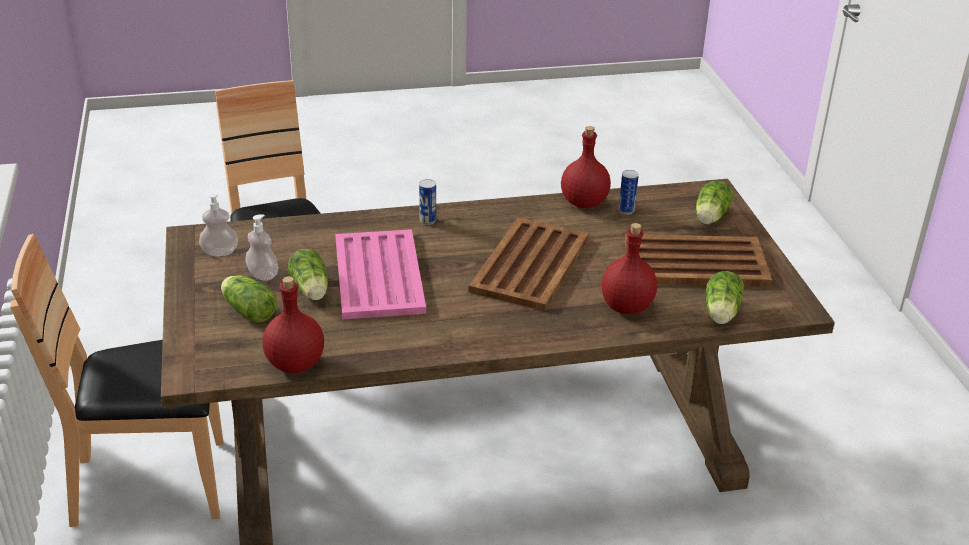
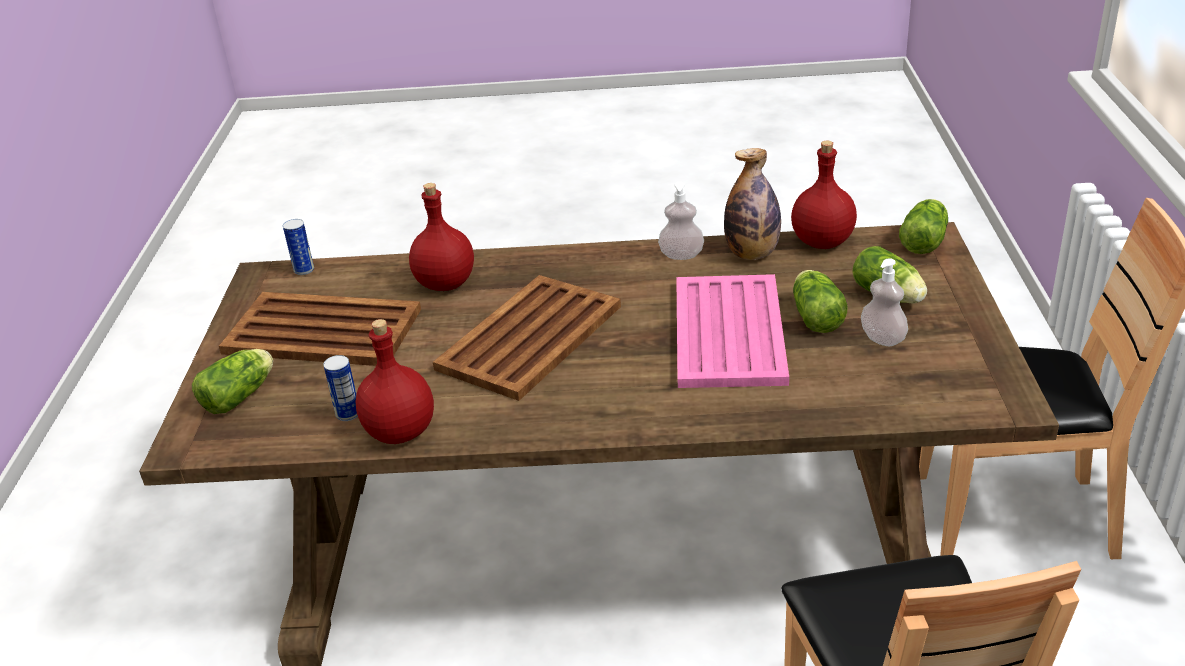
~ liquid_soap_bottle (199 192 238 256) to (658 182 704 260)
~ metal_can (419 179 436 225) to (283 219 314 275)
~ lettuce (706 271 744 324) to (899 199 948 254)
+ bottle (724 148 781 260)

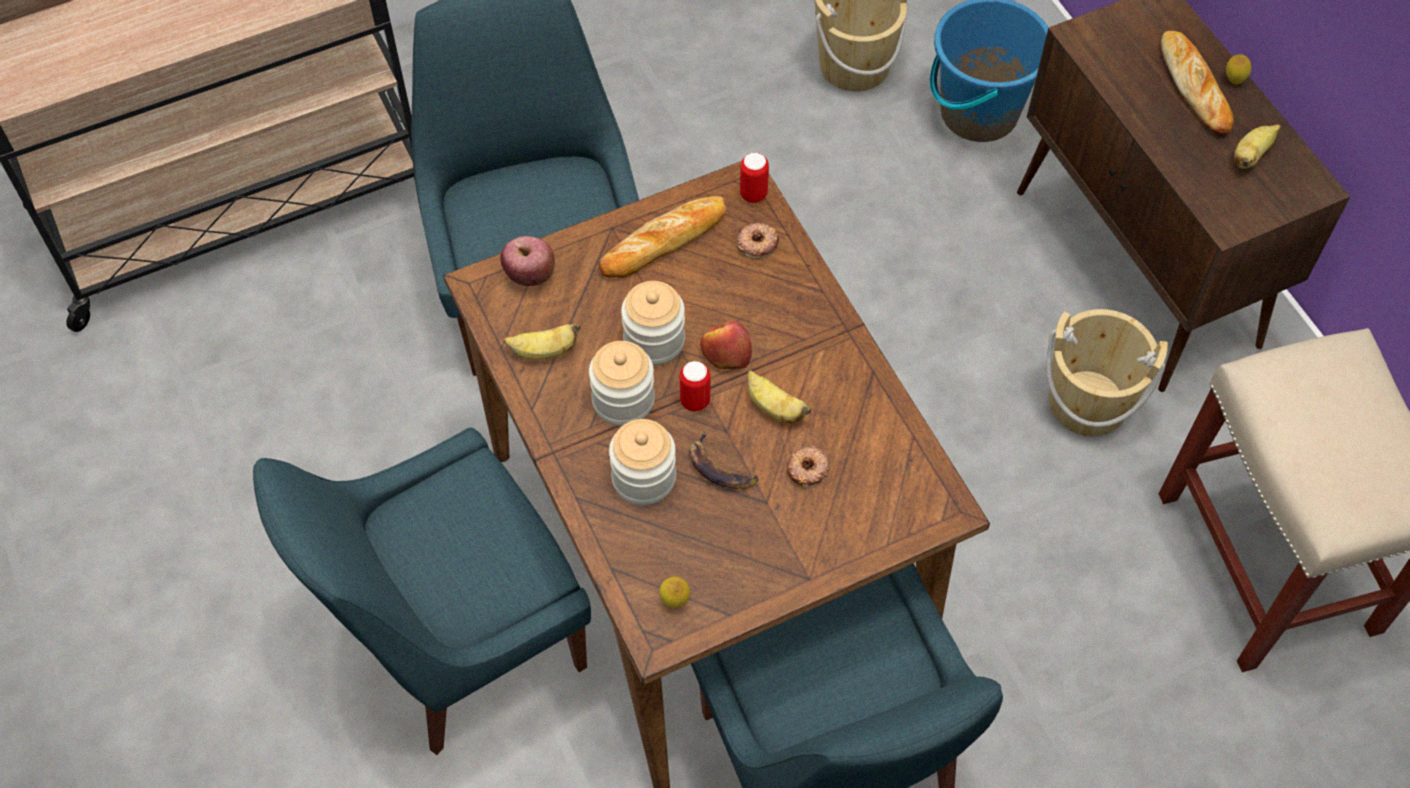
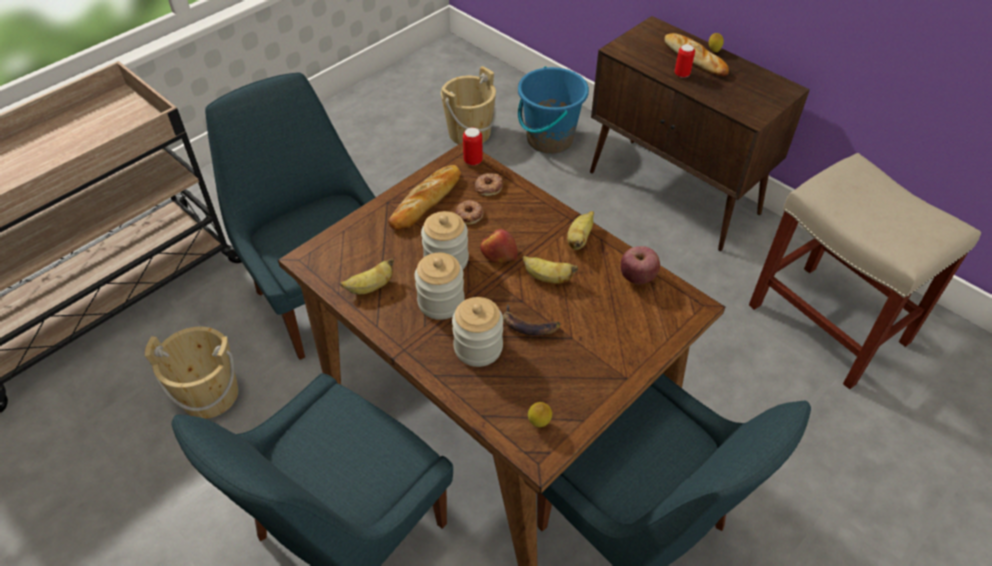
~ apple_fruit (500 236 555 286) to (620 246 660 284)
~ metal_can (680 361 710 412) to (675 44 695 78)
~ ring_doughnut (787 446 830 488) to (455 200 484 225)
~ sand-coloured_pail (1046 309 1168 437) to (145 327 238 419)
~ whole_banana (1234 124 1281 169) to (567 211 594 250)

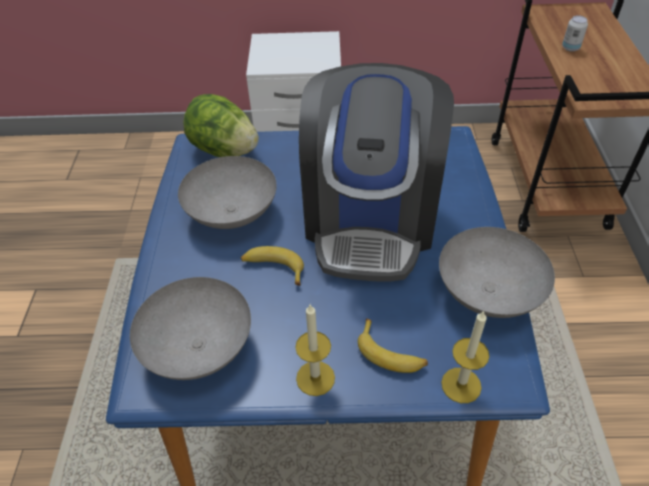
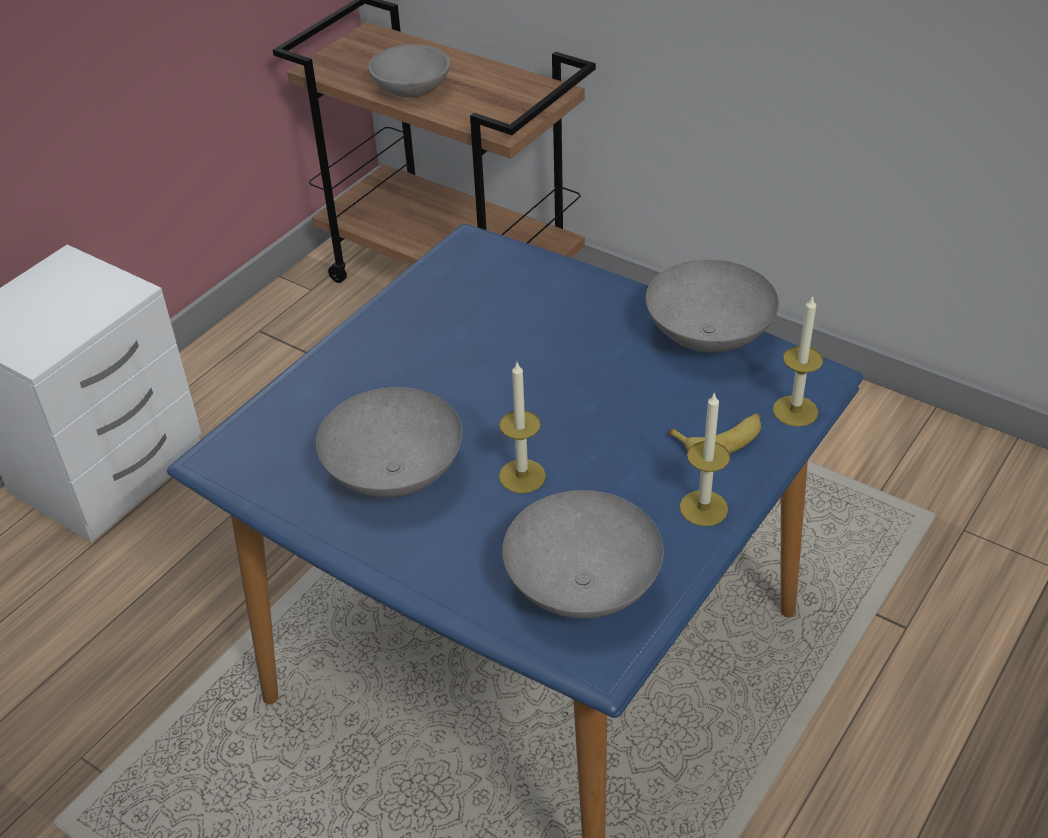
- lettuce (183 94 259 157)
~ whole_banana (241 246 304 286) to wax_candle (499 362 546 493)
- coffee_maker (299 63 454 282)
~ metal_can (562 15 588 52) to greyish_deep_dish (369 44 450 97)

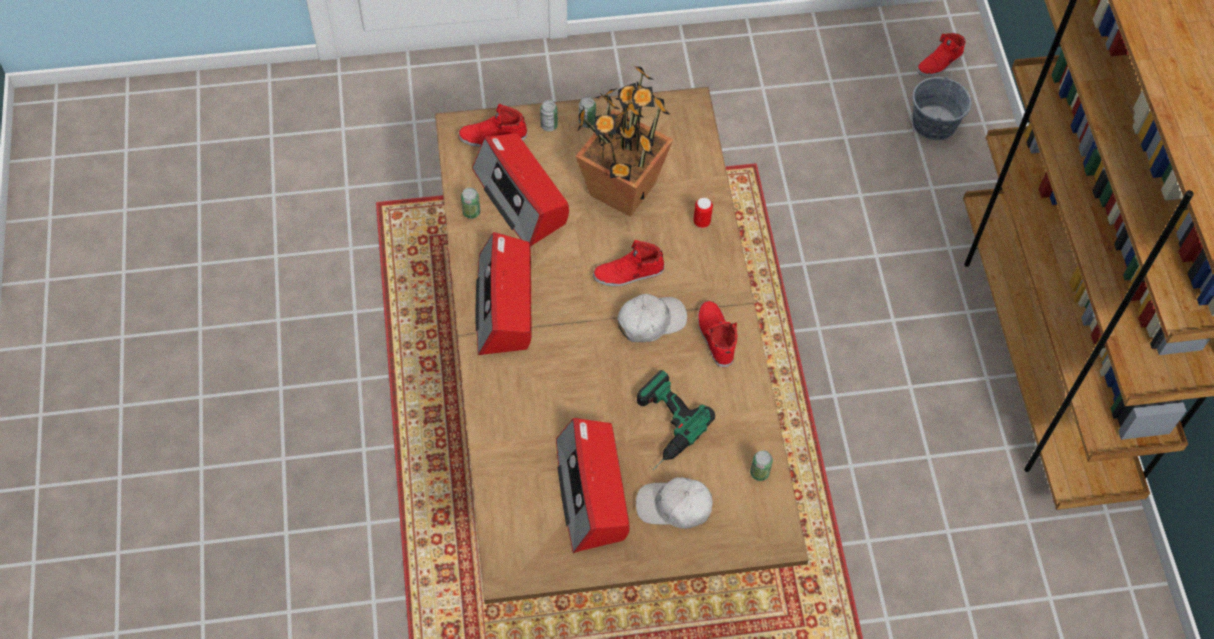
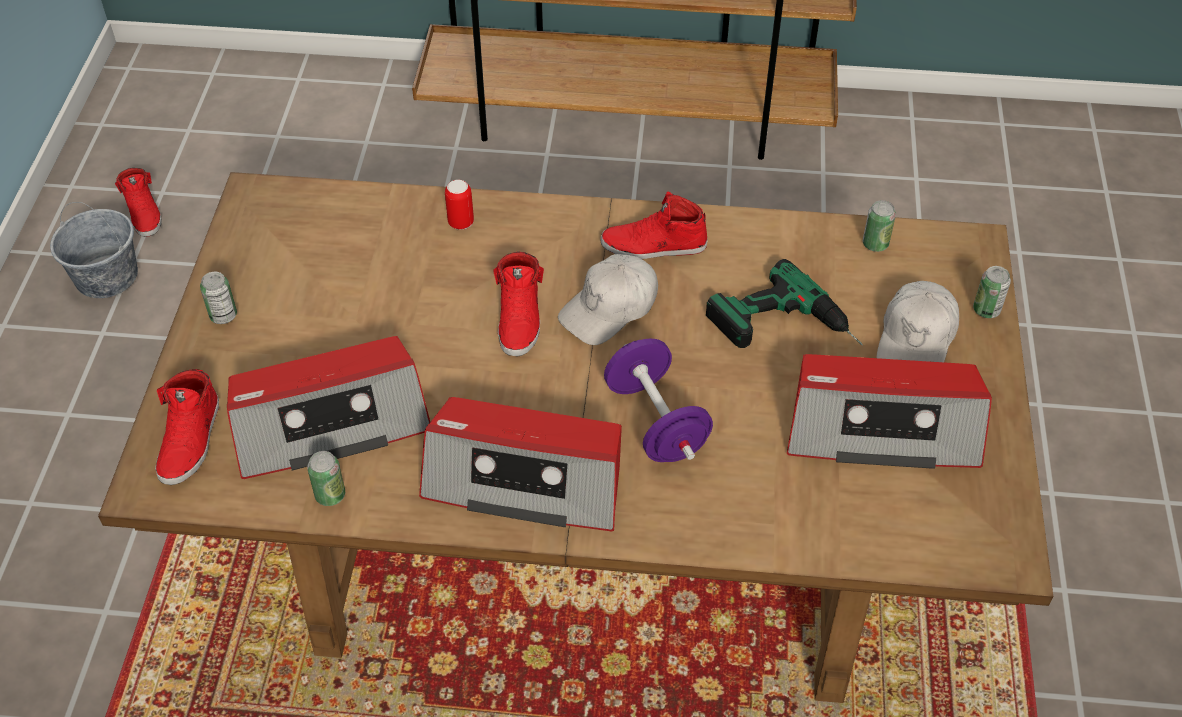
~ metal_can (540 100 558 131) to (973 266 1011 318)
- houseplant (576 65 673 217)
~ white_cap (617 294 687 342) = (558 254 658 345) 120 degrees counterclockwise
~ greyish_pail (912 72 972 140) to (50 202 138 298)
~ red-coloured_low_shoe (917 33 966 77) to (115 168 162 237)
+ purple_hand_weight (604 339 713 462)

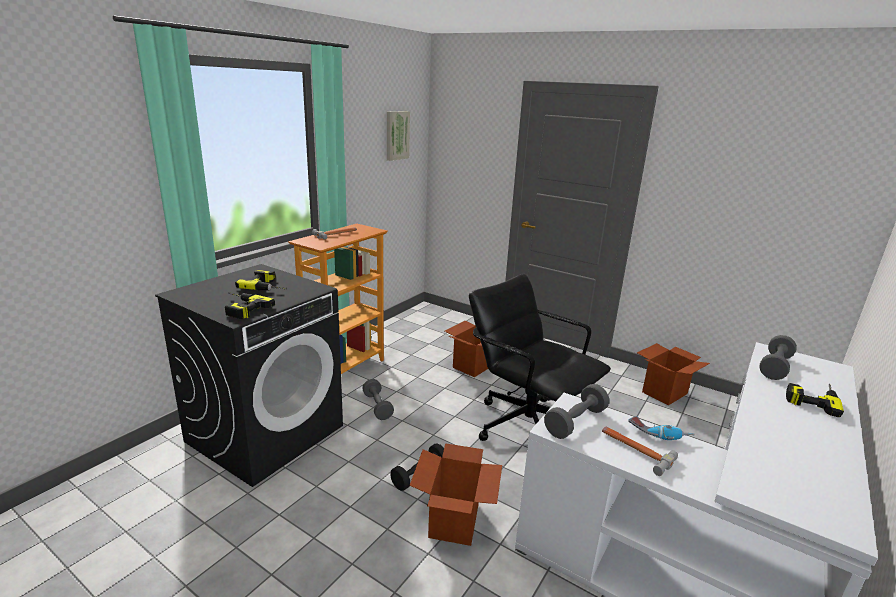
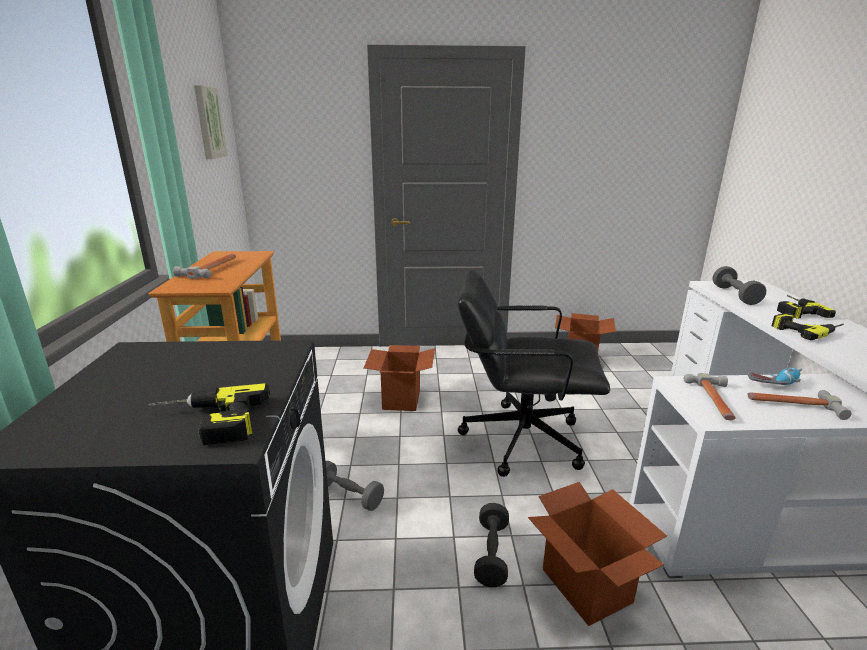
~ electric_drill (235 270 287 291) to (772 313 844 340)
~ greyish_hand_weight (544 384 609 439) to hammer (684 373 736 420)

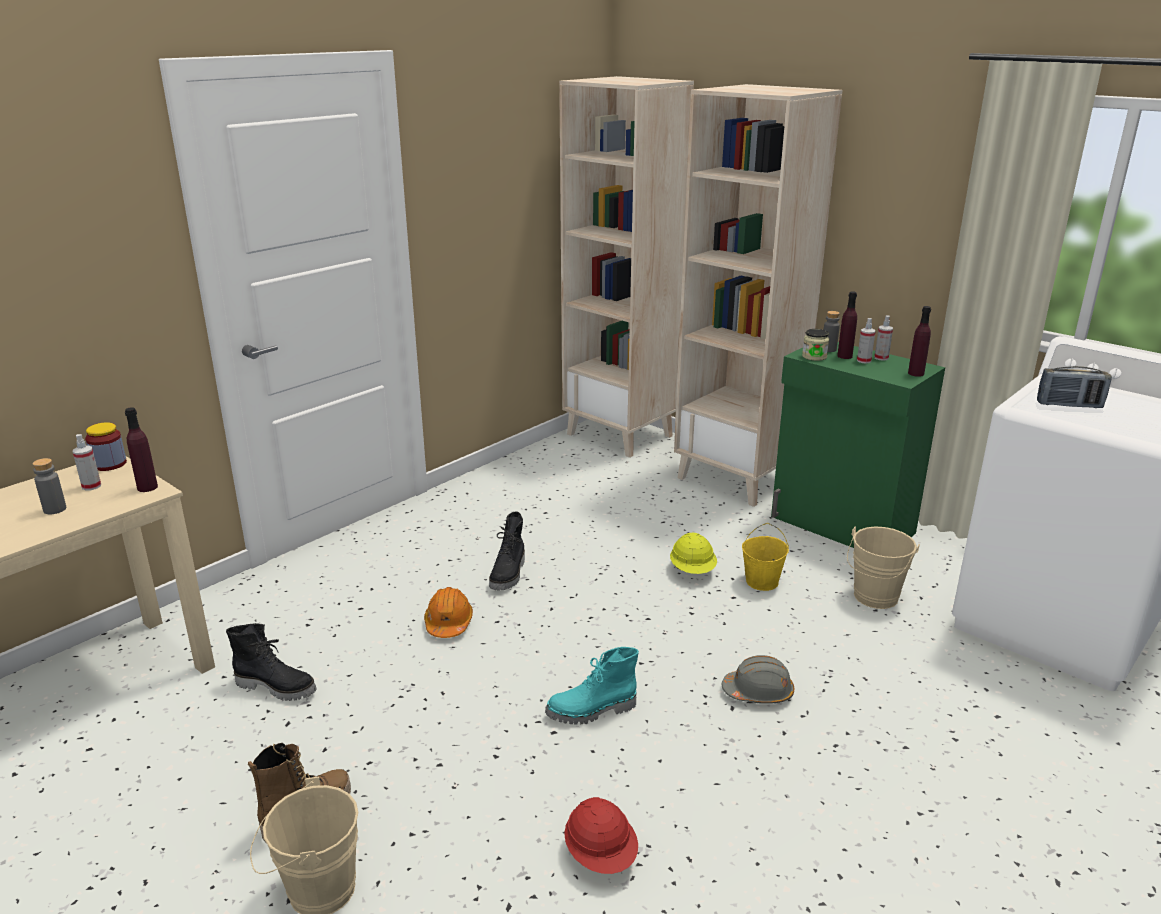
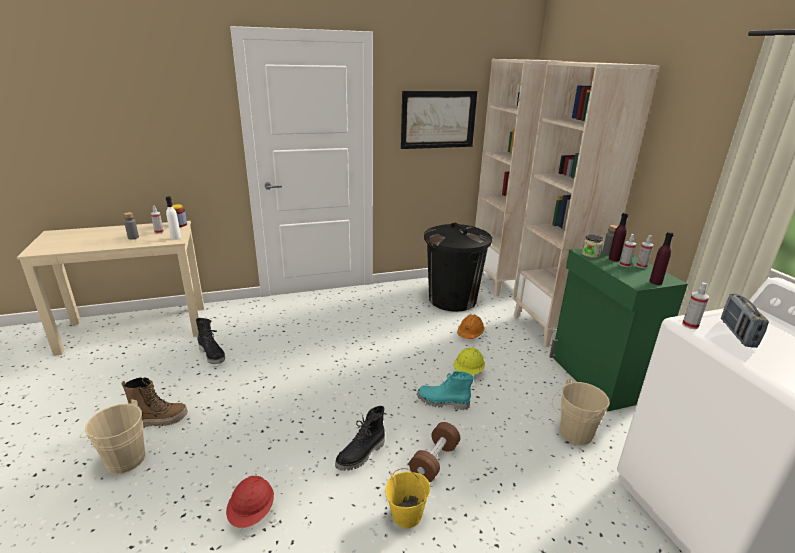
~ purple_bottle (125 407 158 492) to white_bottle (166 196 181 240)
~ orangey_safety_helmet (424 587 473 638) to (457 314 485 339)
~ blackish_high-top_boot (489 511 525 590) to (335 406 385 471)
~ turquoise_high-top_boot (545 647 639 725) to (417 371 474 410)
~ greyish_safety_helmet (722 655 794 704) to brown_hand_weight (409 422 460 482)
~ yellowish_pail (742 523 789 591) to (385 468 430 528)
~ radio (1037 366 1112 408) = (721 294 769 348) 60 degrees clockwise
+ wall_art (401 91 477 149)
+ blackish_waste_bin (424 223 492 312)
+ sprayer (682 282 709 329)

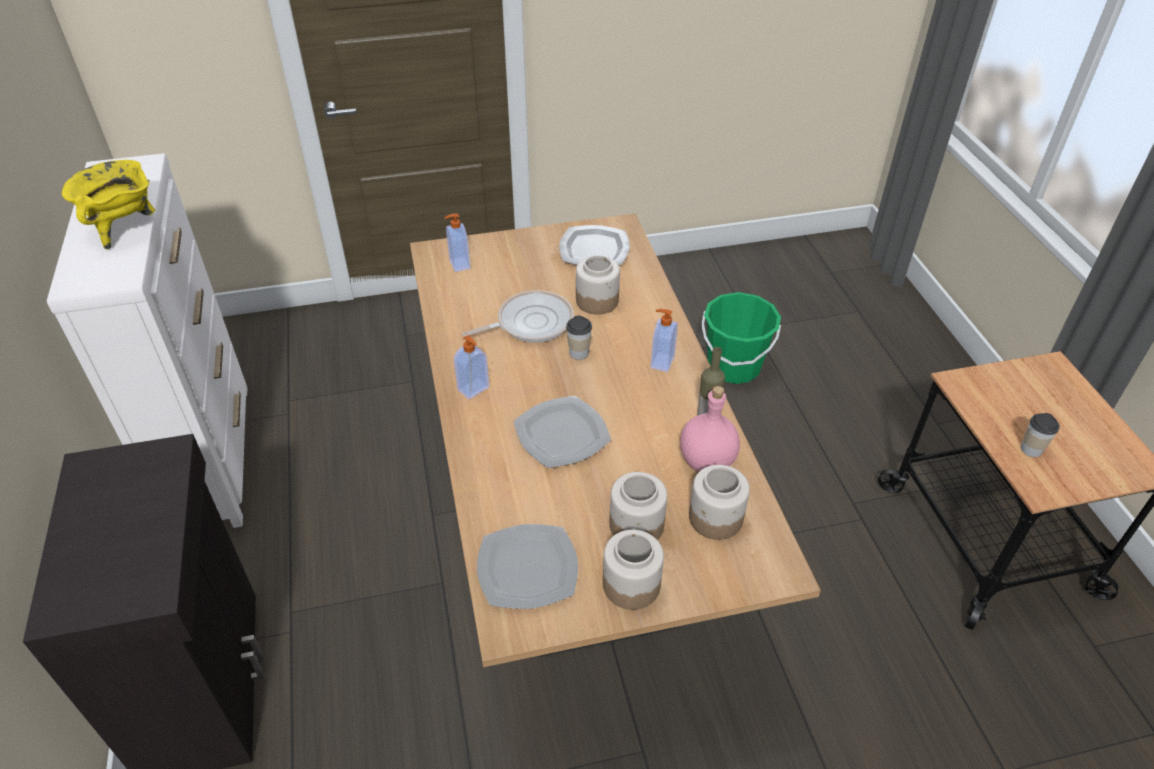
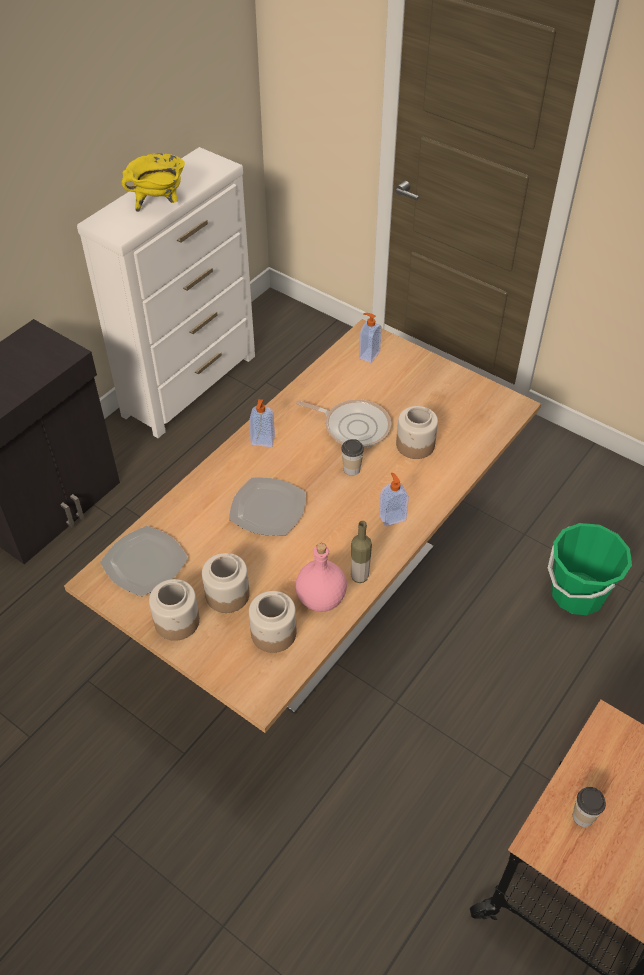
- plate (559 225 630 265)

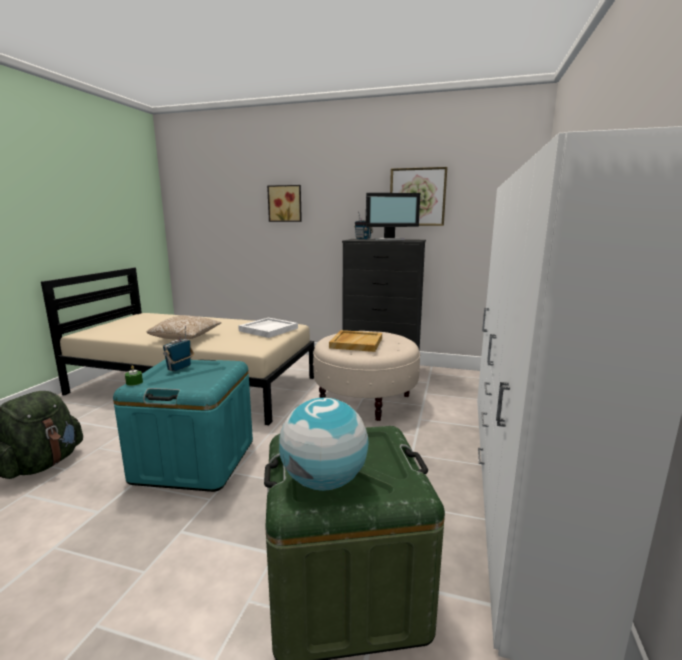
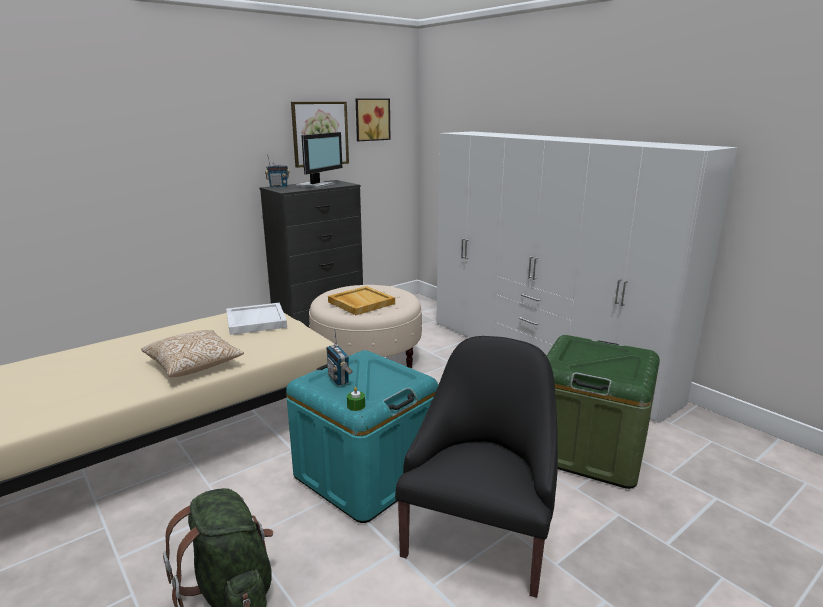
~ wall_art (267 185 302 222) to (356 99 390 141)
- globe (279 397 369 491)
+ blackish_armchair (395 336 558 598)

